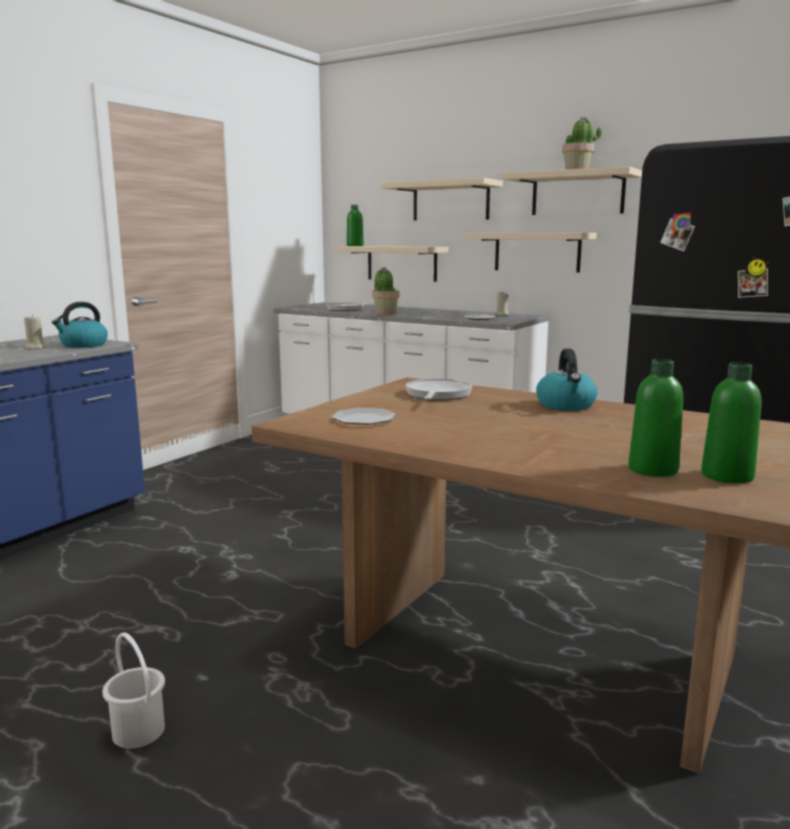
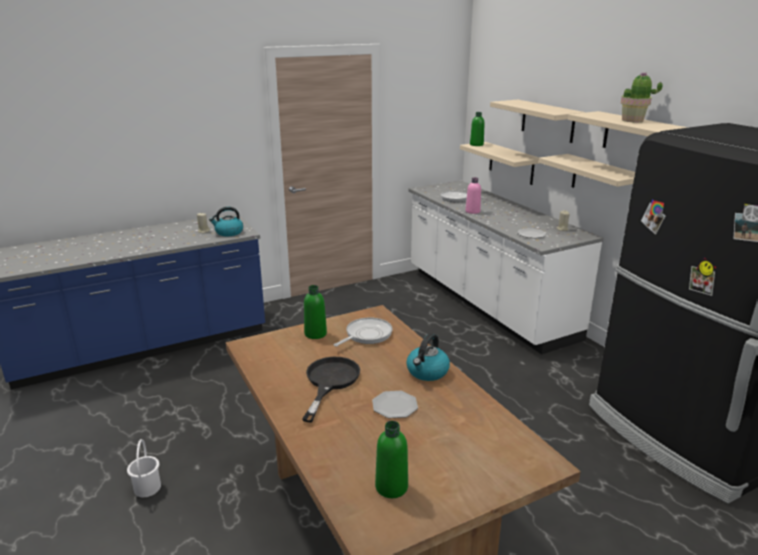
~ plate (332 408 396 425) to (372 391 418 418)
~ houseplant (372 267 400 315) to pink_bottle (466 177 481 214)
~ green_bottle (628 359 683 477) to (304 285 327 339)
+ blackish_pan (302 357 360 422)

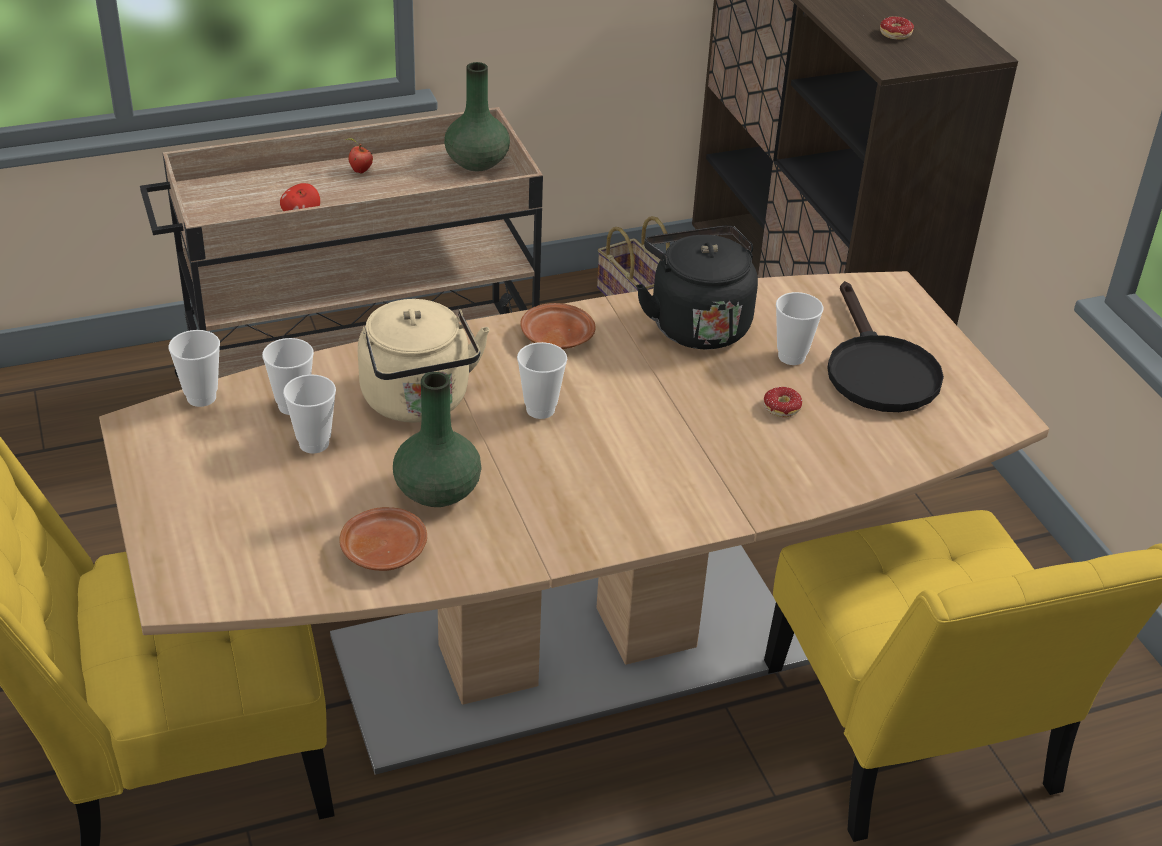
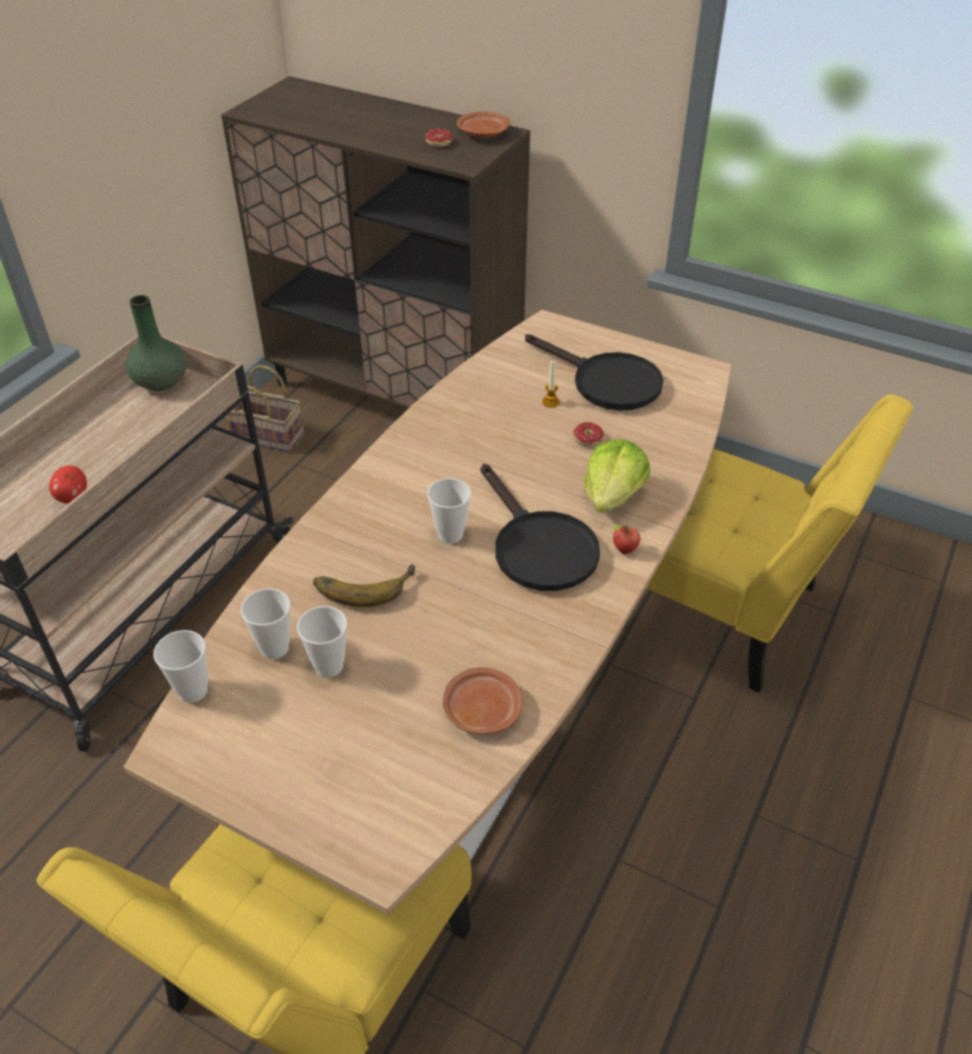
~ apple_fruit (346 138 373 173) to (613 524 640 554)
~ sand-coloured_tea_kettle (358 299 490 422) to whole_banana (313 564 415 607)
- green_flower_vase (393 372 482 507)
~ brown_plate (520 303 596 349) to (457 112 510 138)
- blackish_tea_kettle (636 226 758 350)
~ drinking_cup (776 292 823 365) to wax_candle (542 360 560 408)
+ blackish_pan (481 464 600 591)
+ lettuce (584 439 650 513)

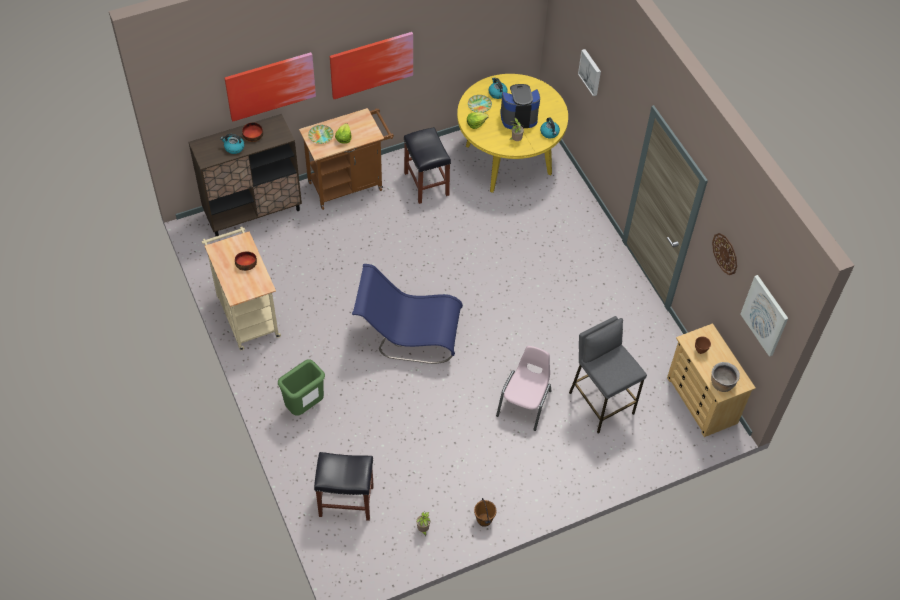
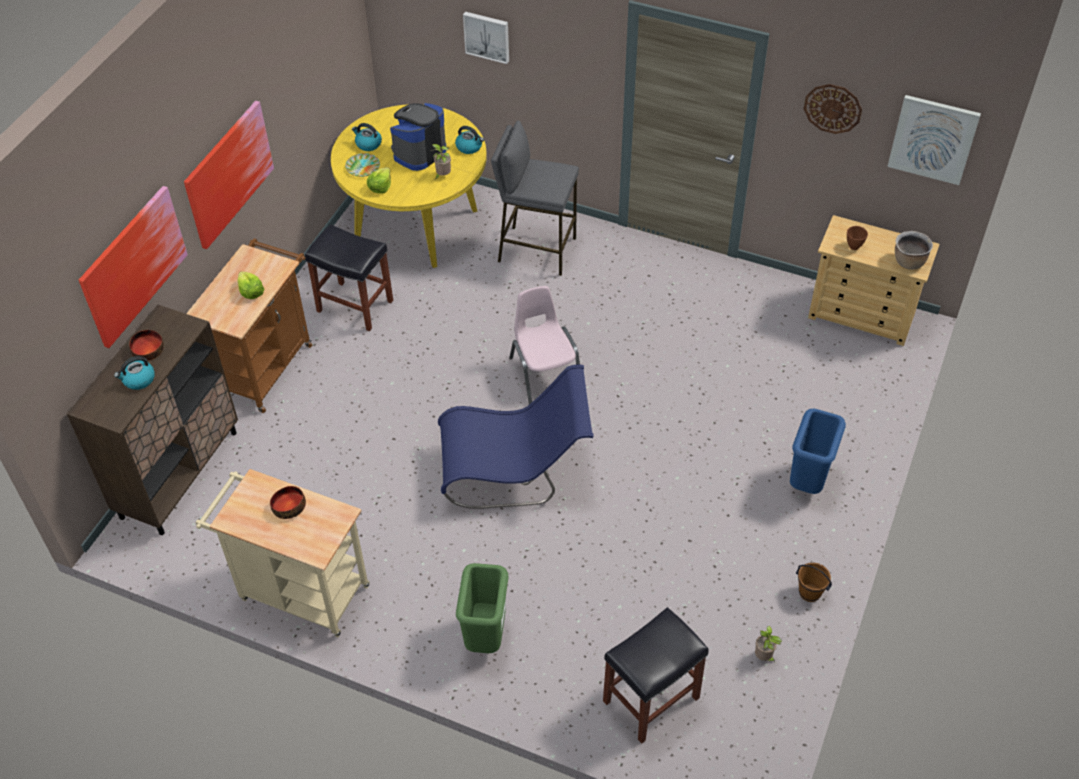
- plate (308 125 334 144)
~ blue-coloured_chair (352 264 463 364) = (438 365 594 509) 150 degrees counterclockwise
~ pink_chair (496 346 552 431) to (509 286 580 404)
~ greyish_stool (569 316 647 434) to (491 120 579 276)
+ blue-coloured_waste_bin (790 408 846 494)

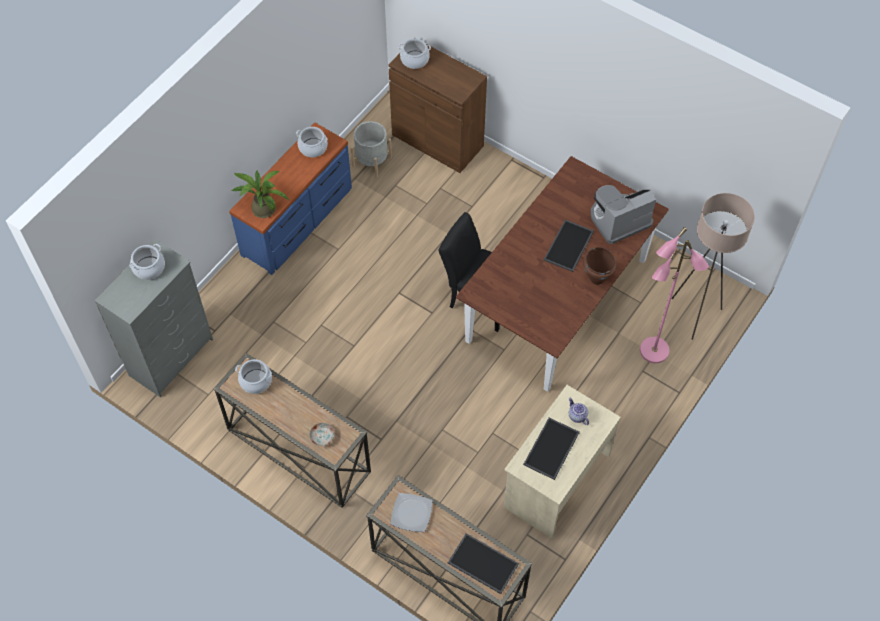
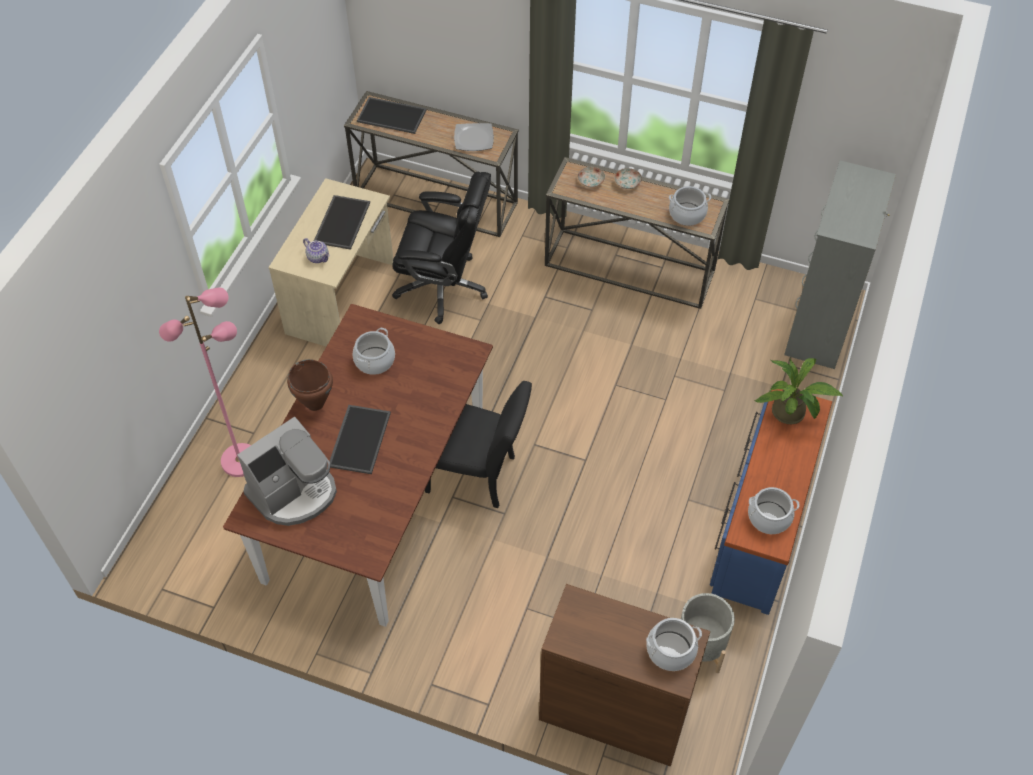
~ cooking_pot (129 244 165 280) to (353 328 395 375)
- sand-coloured_standard_lamp (671 193 755 340)
+ blackish_computer_chair (392 172 491 324)
+ plate (614 168 642 189)

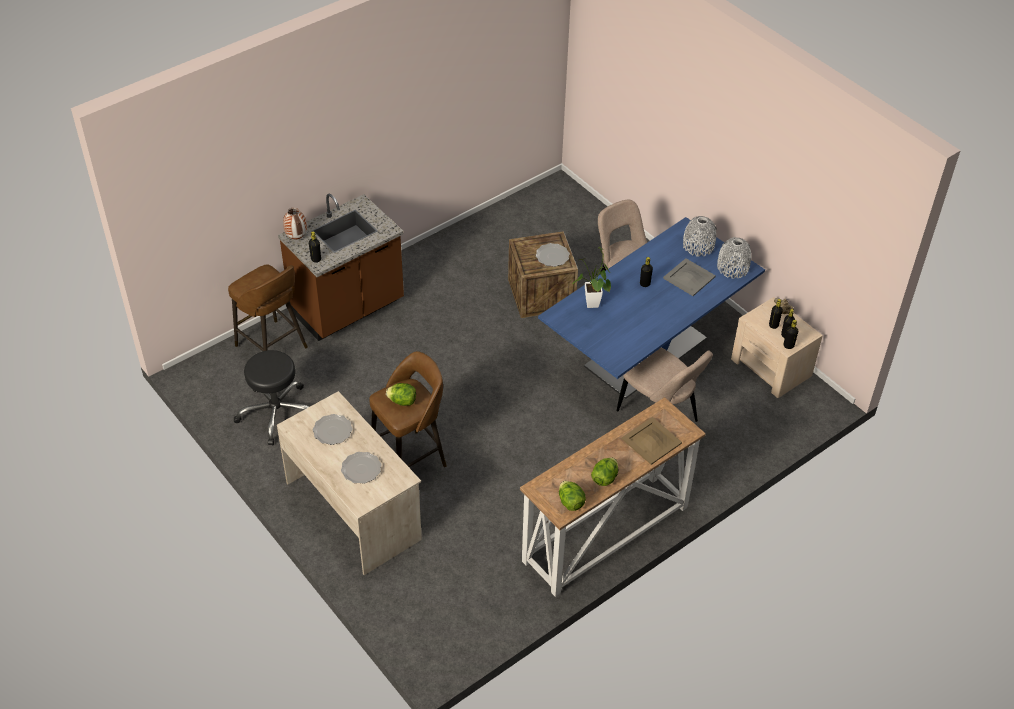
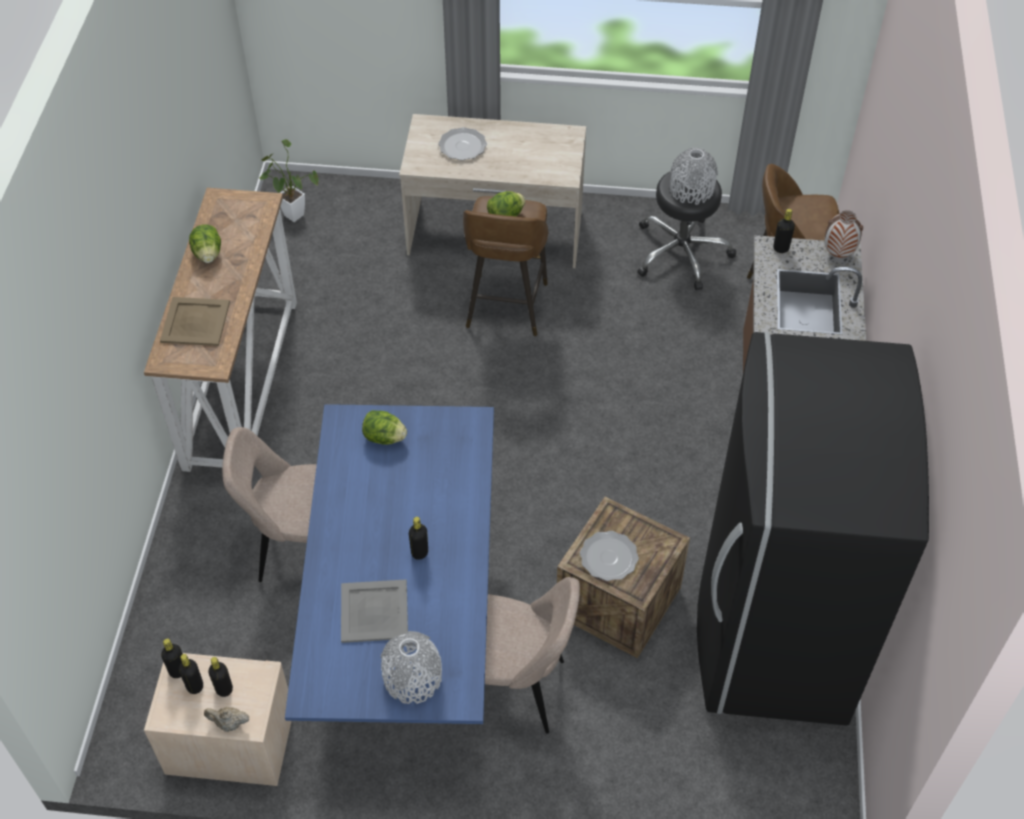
- plate (313 414 353 445)
~ lettuce (559 481 586 511) to (362 410 407 445)
~ houseplant (572 247 611 308) to (259 139 319 222)
~ greyish_flower_vase (717 237 752 279) to (670 148 718 205)
+ blackish_refrigerator (697 332 929 726)

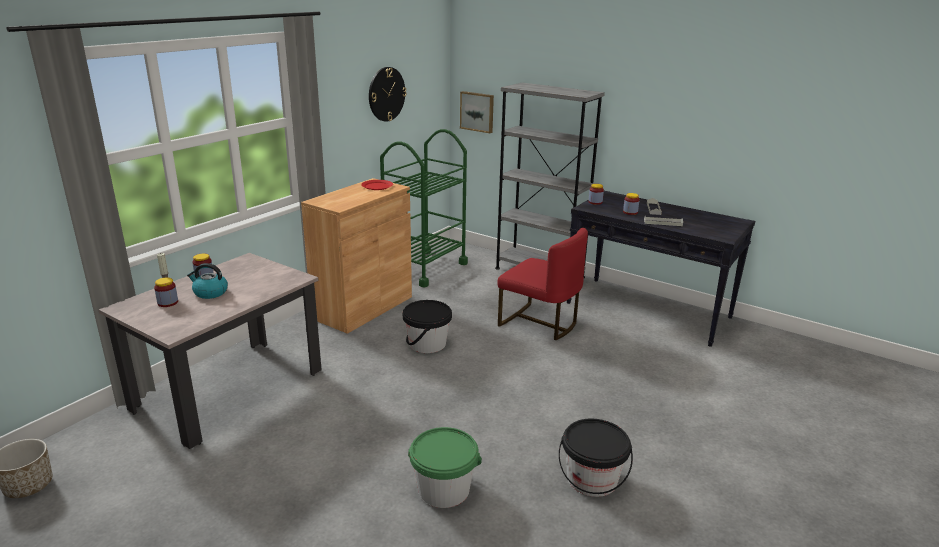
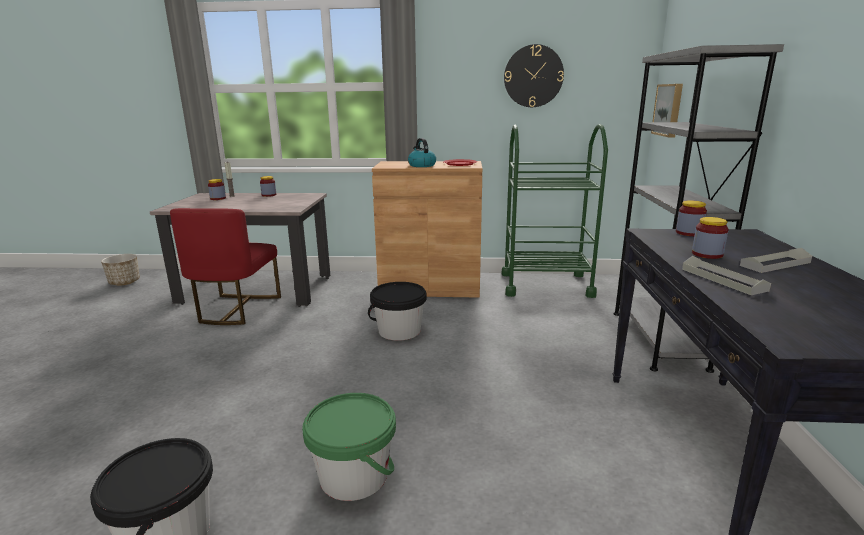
~ tea_kettle (187 263 228 299) to (408 138 436 167)
~ green_pail (408 427 482 508) to (302 393 396 501)
~ red-coloured_chair (497 228 588 340) to (170 208 281 325)

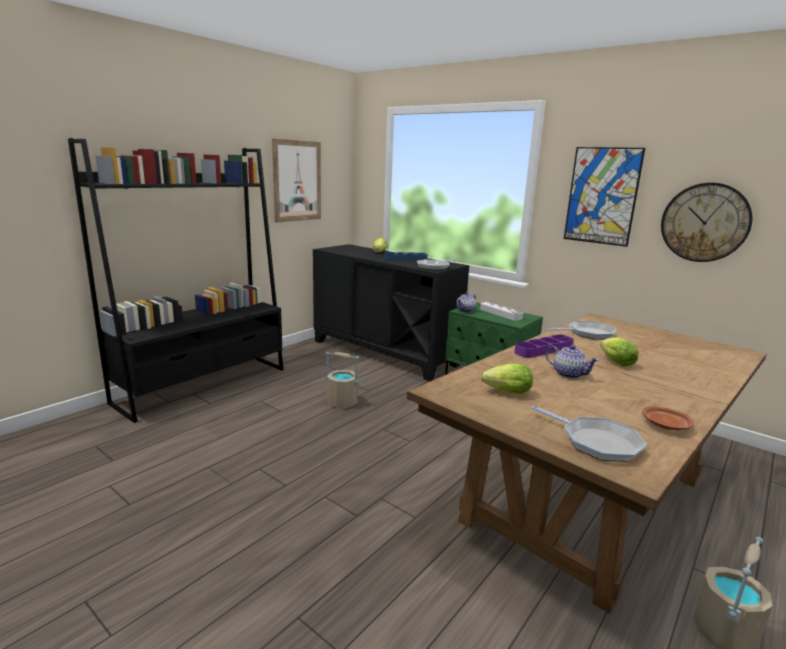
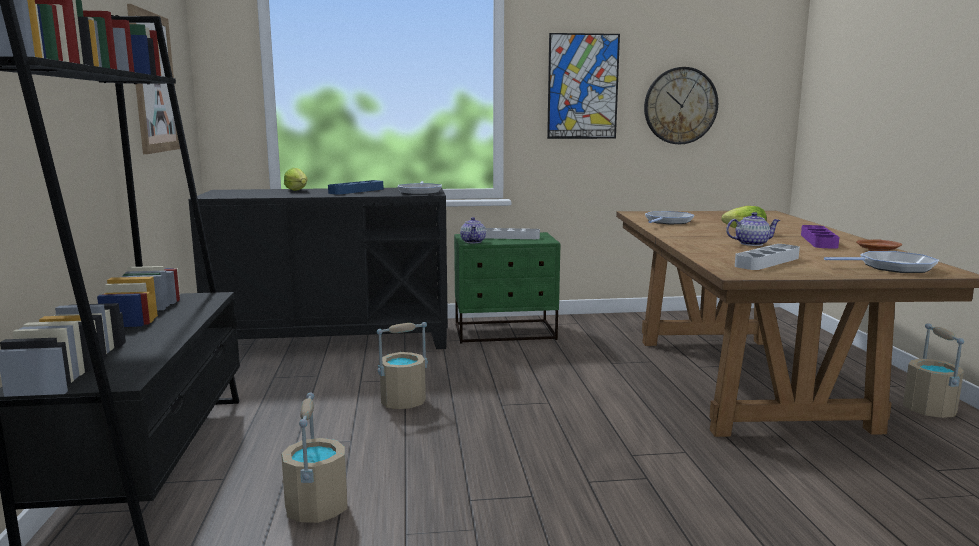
~ lettuce (481 363 533 394) to greyish_carrying_tray (735 244 800 270)
~ purple_carrying_tray (514 334 574 358) to (801 225 839 249)
+ sand-coloured_pail (281 393 347 523)

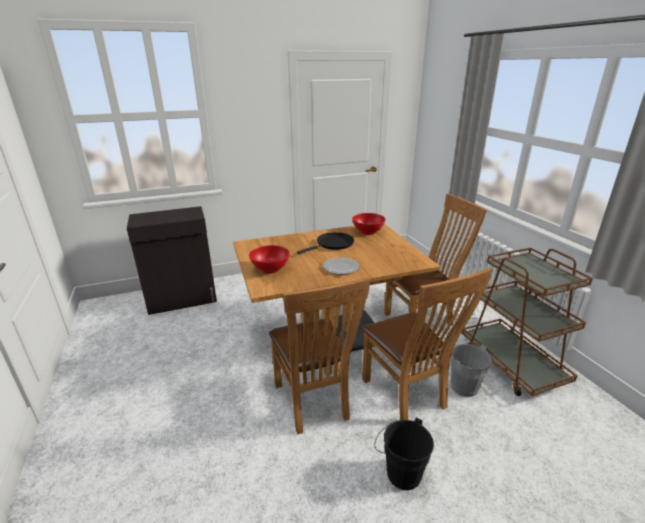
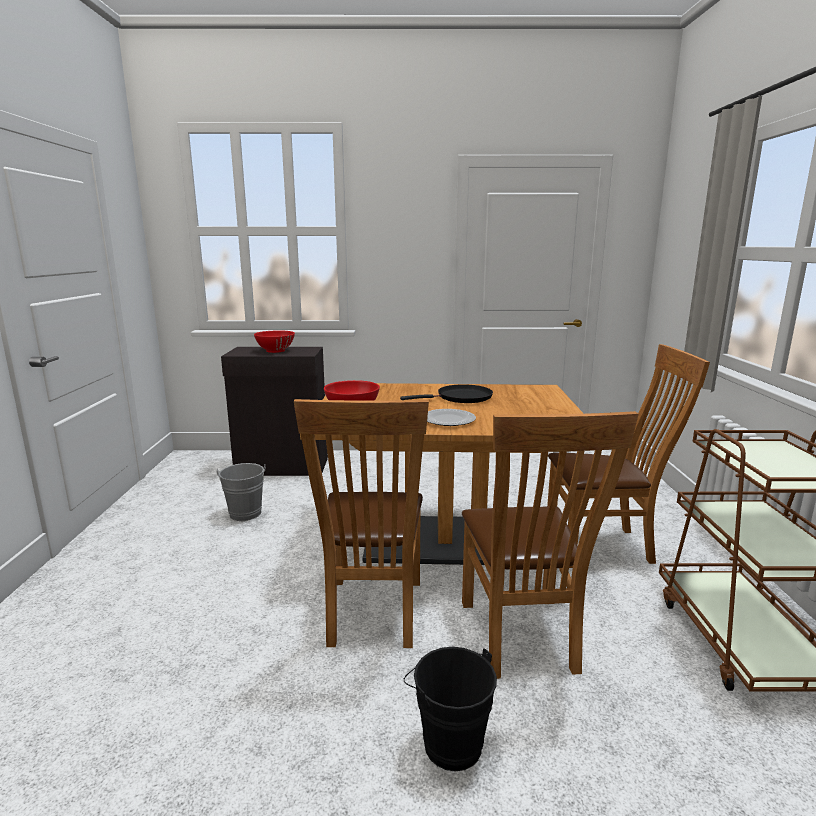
~ red-coloured_deep_dish (352 213 386 235) to (254 330 295 353)
~ greyish_pail (450 344 492 397) to (217 463 266 521)

